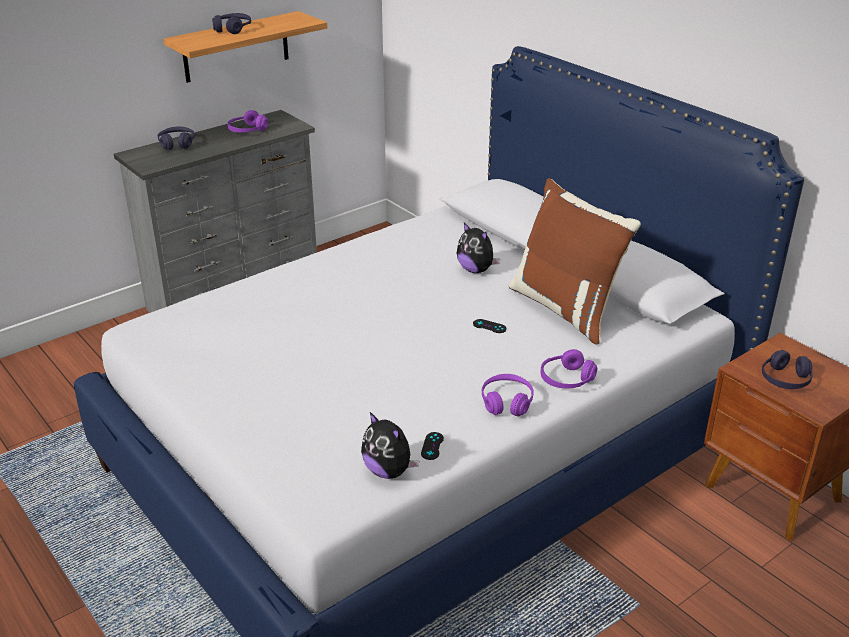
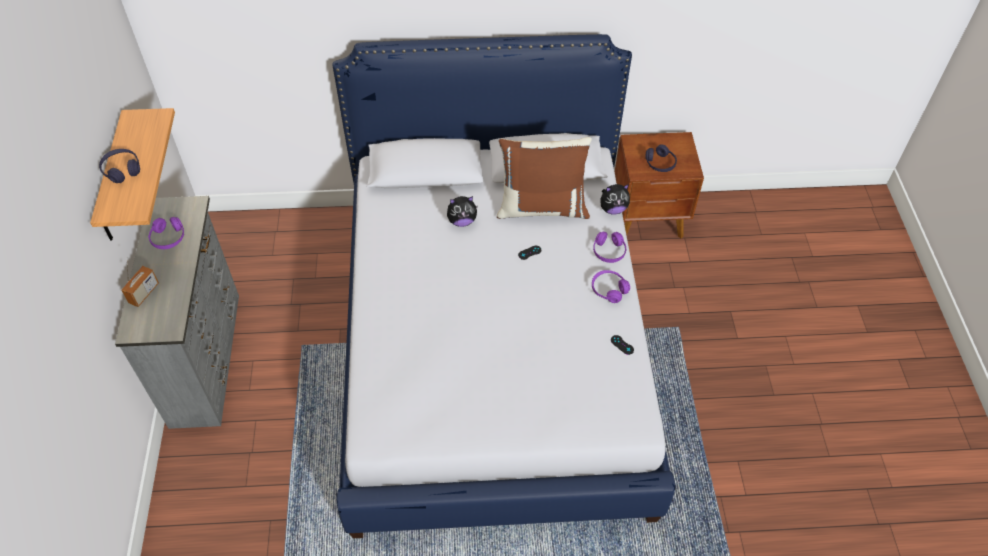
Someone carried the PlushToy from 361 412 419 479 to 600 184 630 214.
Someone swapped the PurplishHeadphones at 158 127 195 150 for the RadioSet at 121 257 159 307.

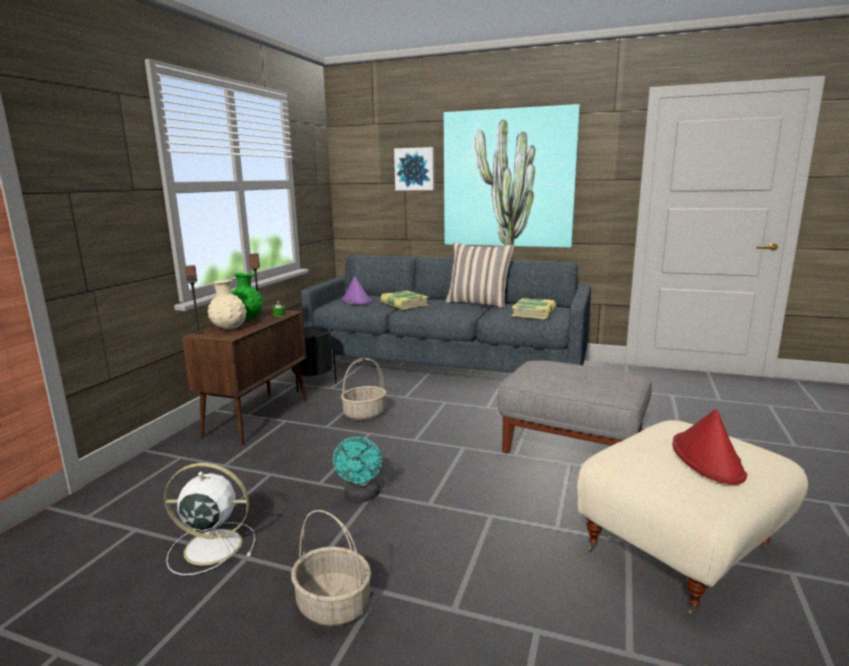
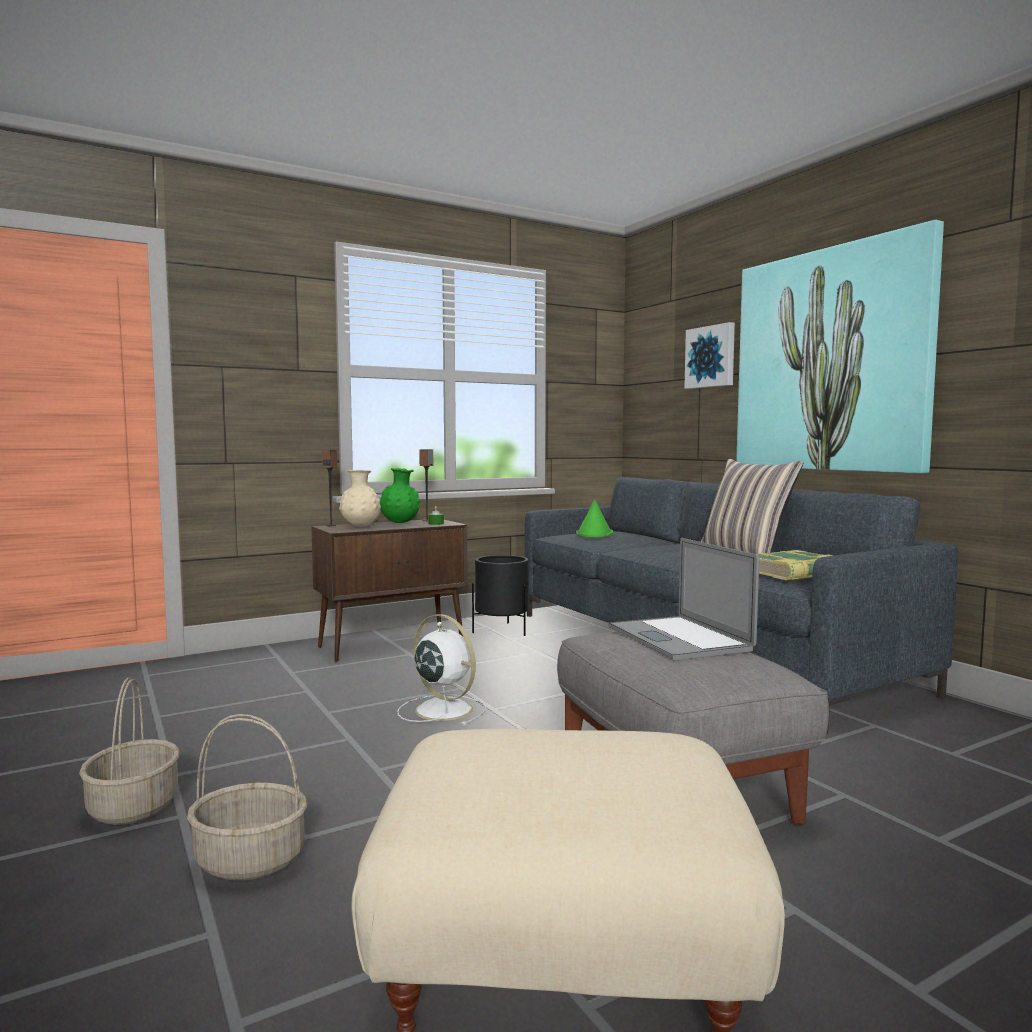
Someone took away the BlueGreenCoolingFan at 333 437 382 501.
Someone took away the Volume at 380 291 429 310.
Someone took away the RedColouredWearableHat at 672 409 747 485.
Someone put down the Laptop at 608 538 759 661.
Someone carried the WhitishCoolingFan from 164 463 255 575 to 397 614 486 726.
Someone carried the HouseholdBasket from 341 358 386 421 to 187 714 307 881.
Someone repainted the PurplishWearableHat at 342 276 372 305, which became the GreenColouredWearableHat at 576 499 613 537.

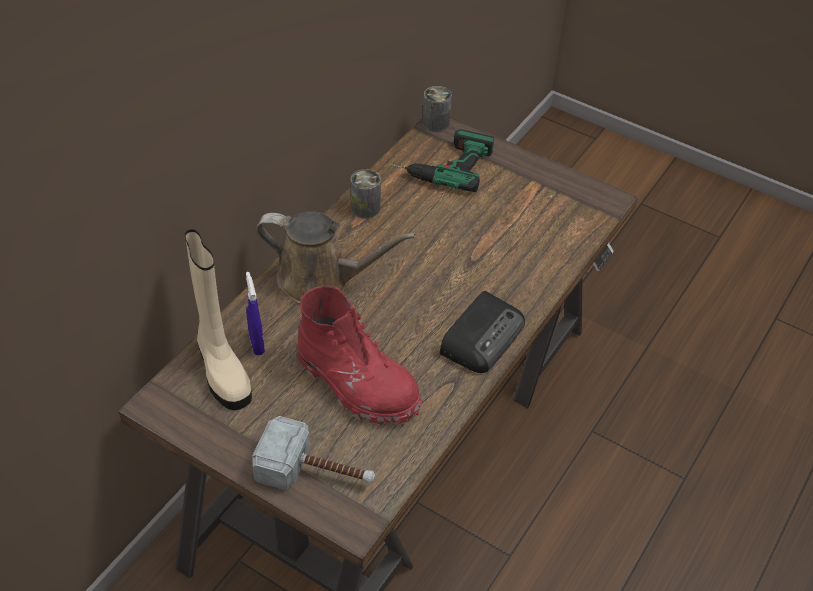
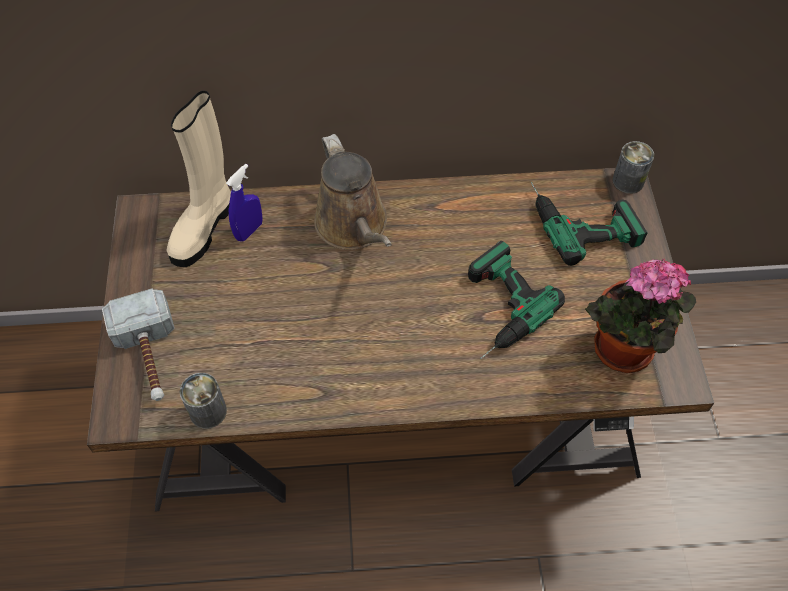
Someone took away the RedColouredBoot at 296 286 422 426.
Someone took away the RadioSet at 440 291 525 373.
Someone put down the PowerDrill at 468 241 565 359.
Someone put down the PottedPlant at 585 258 696 373.
Someone carried the SealedCan from 351 169 381 219 to 180 373 227 429.

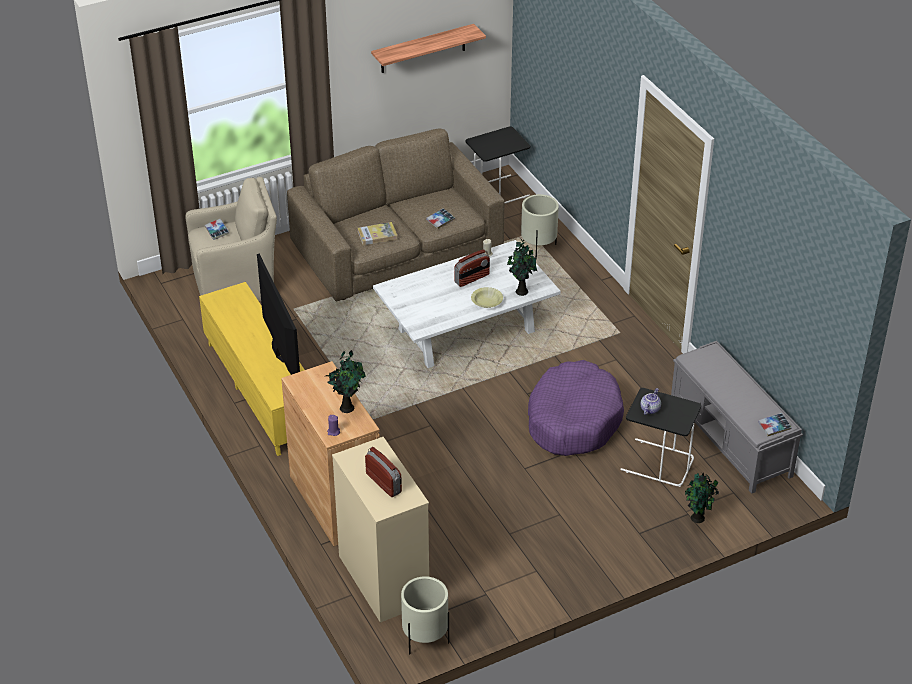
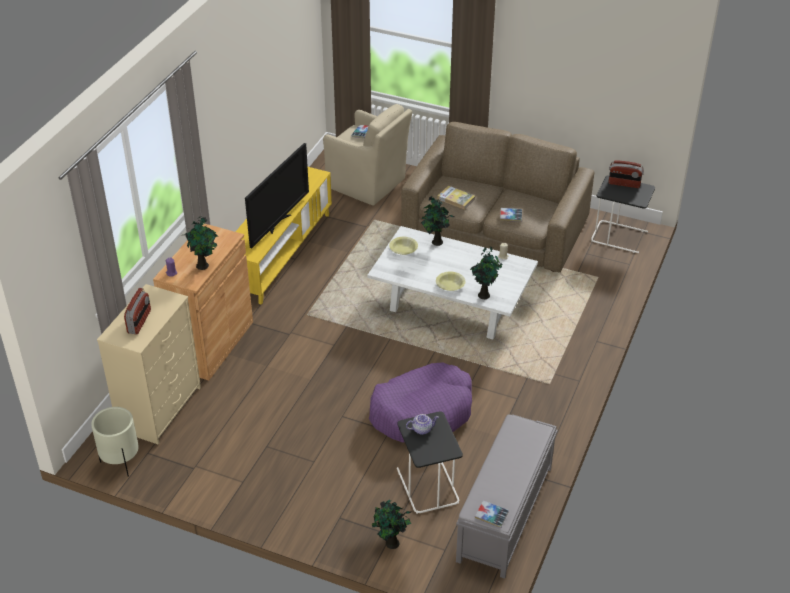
Someone took away the WallShelf at 371 24 486 73.
Someone took away the SandColouredFlowerPot at 521 194 559 259.
Someone put down the YellowishServingBowl at 389 237 418 255.
Someone put down the PottedPlant at 421 196 455 246.
Someone carried the RadioSet from 454 249 490 287 to 609 160 644 188.

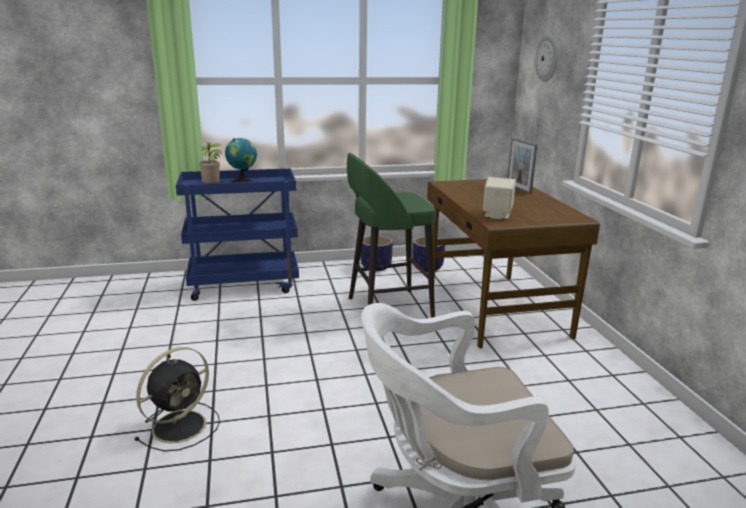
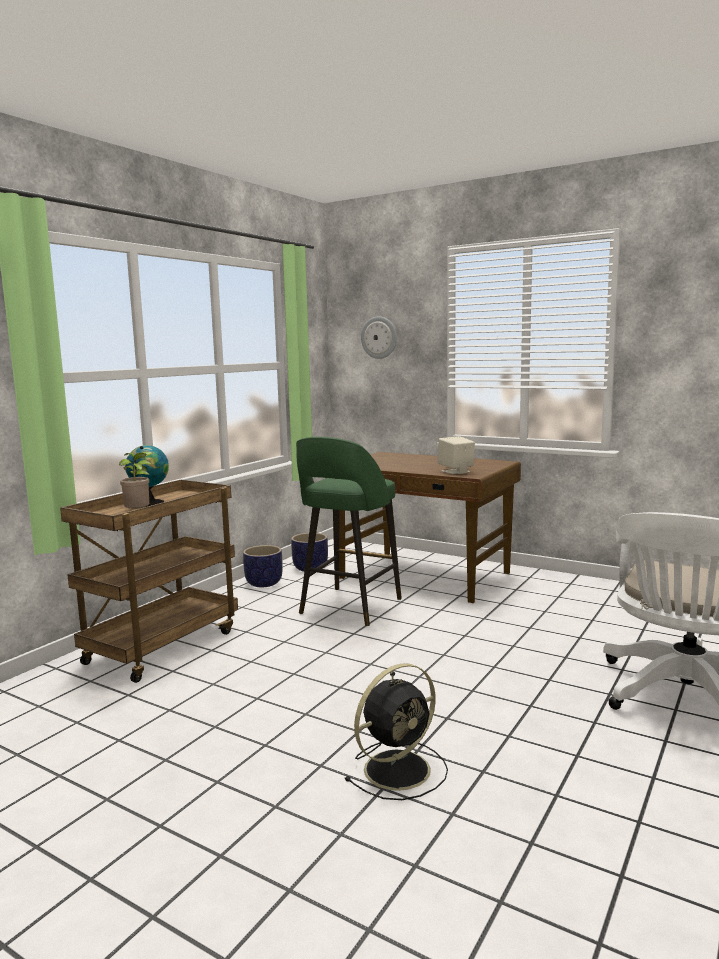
Someone took away the PhotoFrame at 507 137 537 194.
Someone repainted the BluishCart at 176 168 299 301, which became the BrownishCart at 60 480 238 683.
Someone rotated the BlackishCoolingFan at 134 347 220 451 by 60 degrees clockwise.

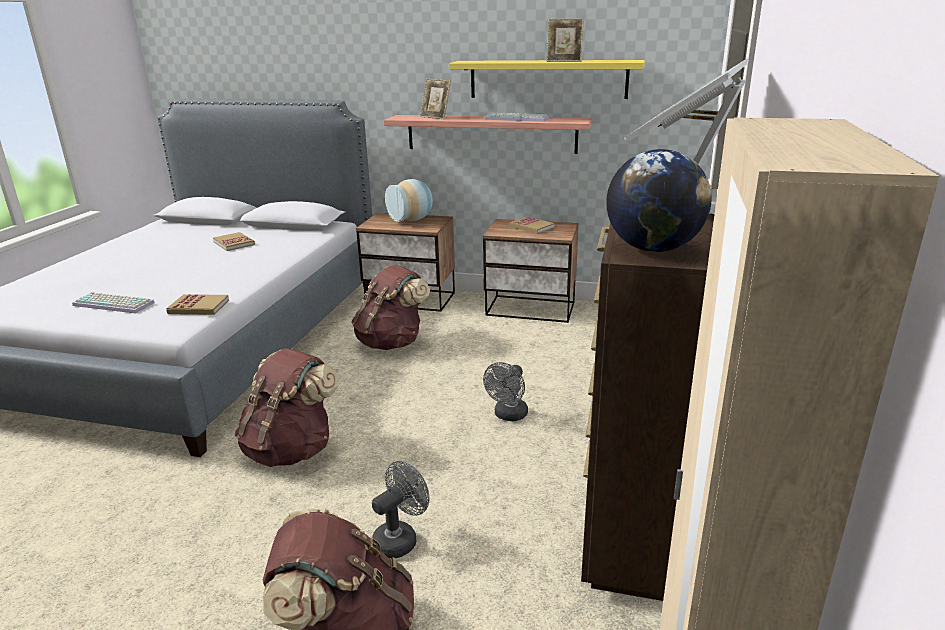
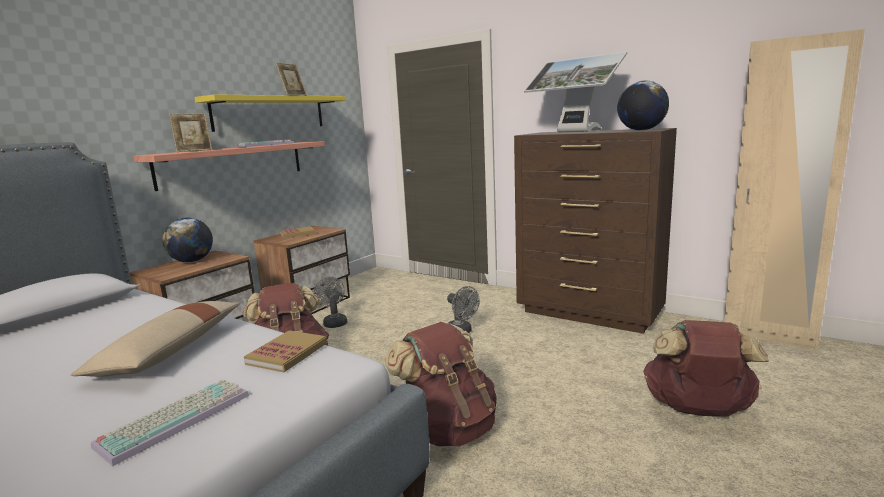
Someone took away the Volume at 213 232 255 251.
Someone put down the SandColouredThrowPillow at 71 301 240 377.
Someone carried the GreyCoolingFan from 372 461 429 559 to 314 277 347 328.
Someone swapped the DecorativeVase at 385 179 433 222 for the DeskGlobe at 162 218 213 263.

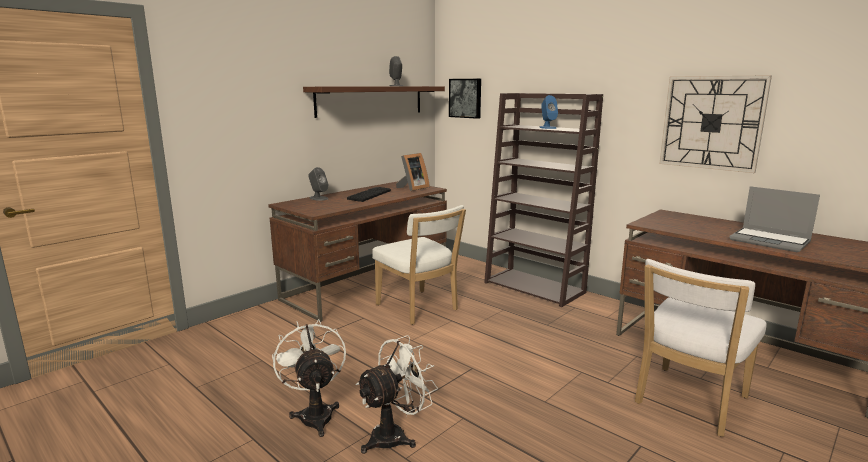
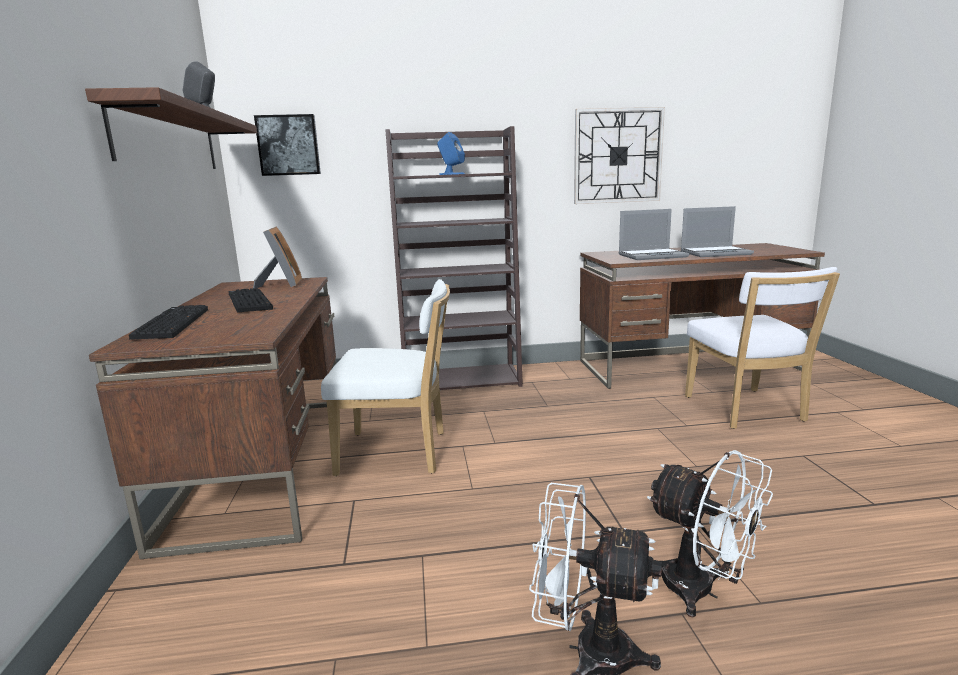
Someone put down the Laptop at 619 209 689 260.
Someone swapped the GreySpeaker at 308 167 328 201 for the Keyboard at 129 305 208 340.
Someone rotated the WhitishCoolingFan at 356 335 438 454 by 135 degrees clockwise.

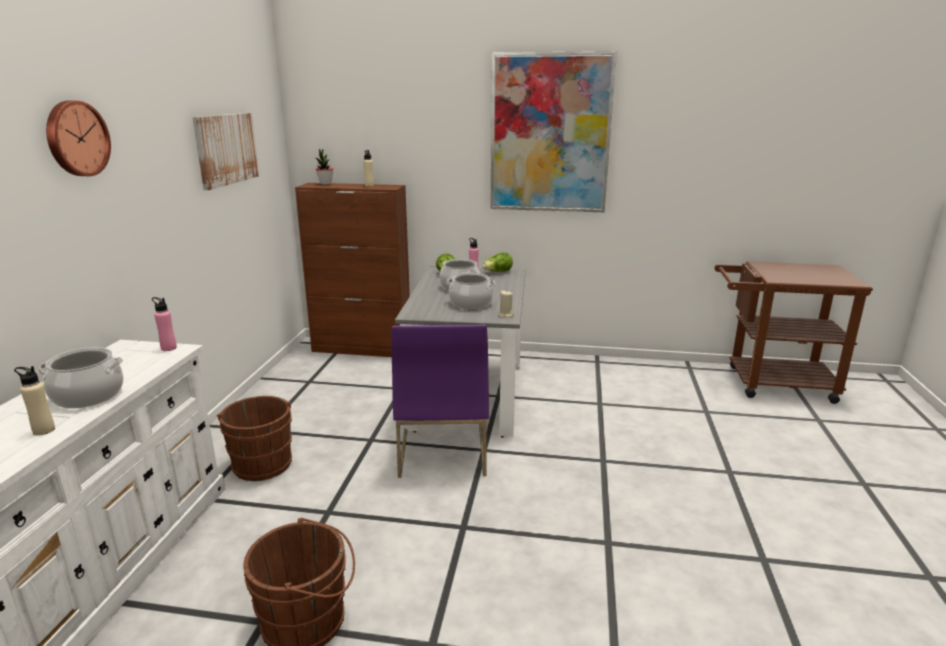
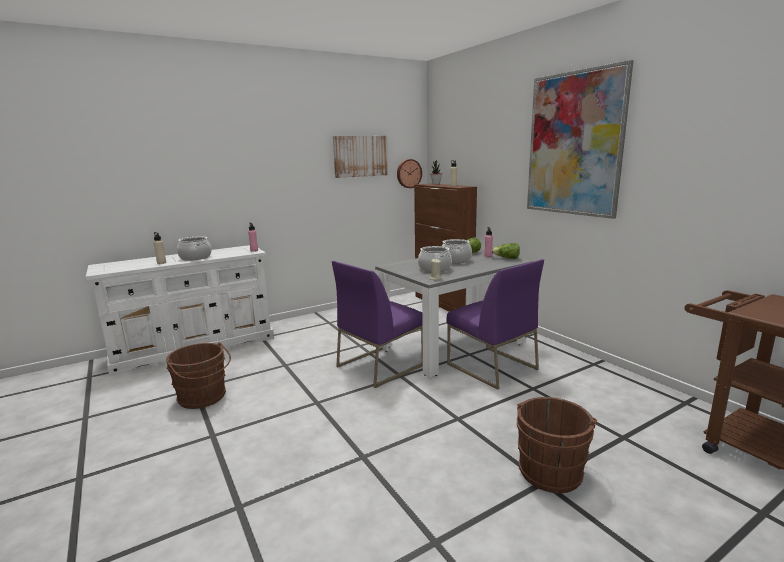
Someone put down the PurplishUprightChair at 447 259 544 389.
Someone carried the HangingClock from 46 100 111 176 to 397 159 422 188.
Someone carried the BrownishWaterBucket from 217 396 292 481 to 517 397 597 493.

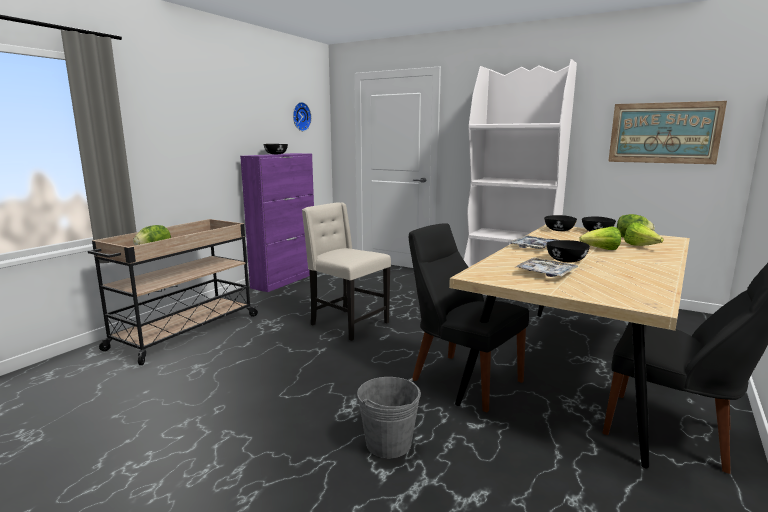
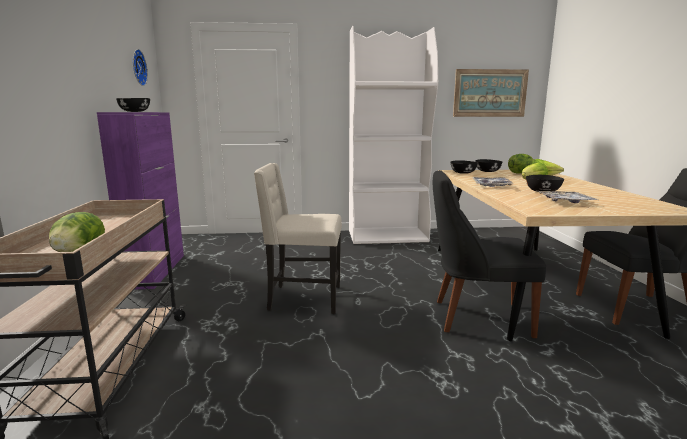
Someone took away the GreyWaterBucket at 357 377 421 458.

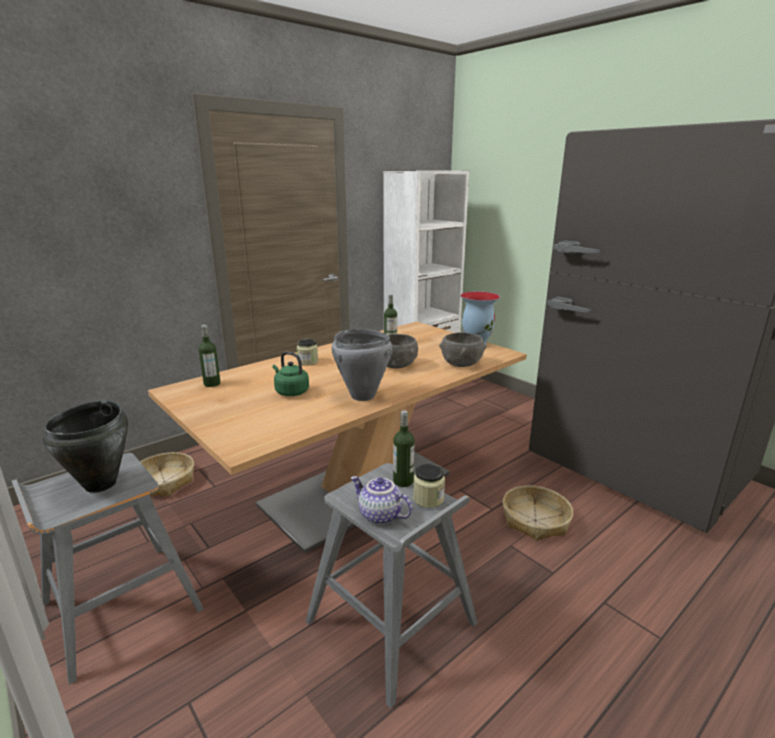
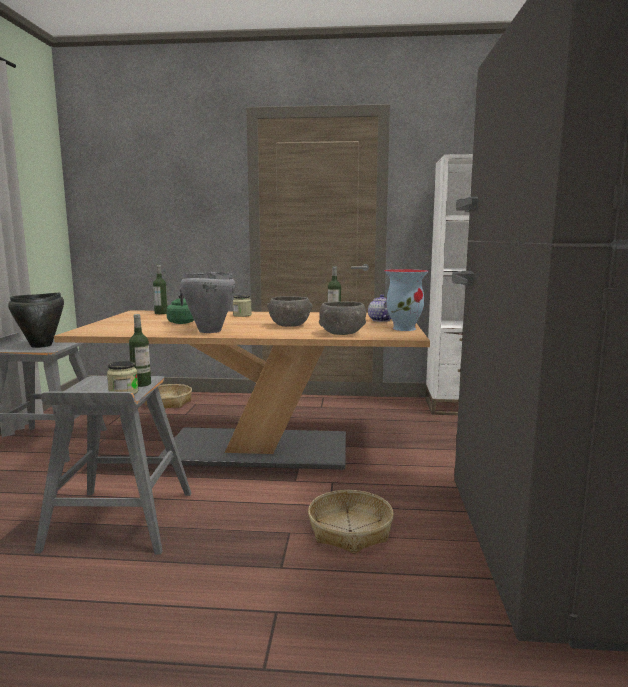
Someone carried the TeaPot from 351 476 412 525 to 368 294 391 322.

